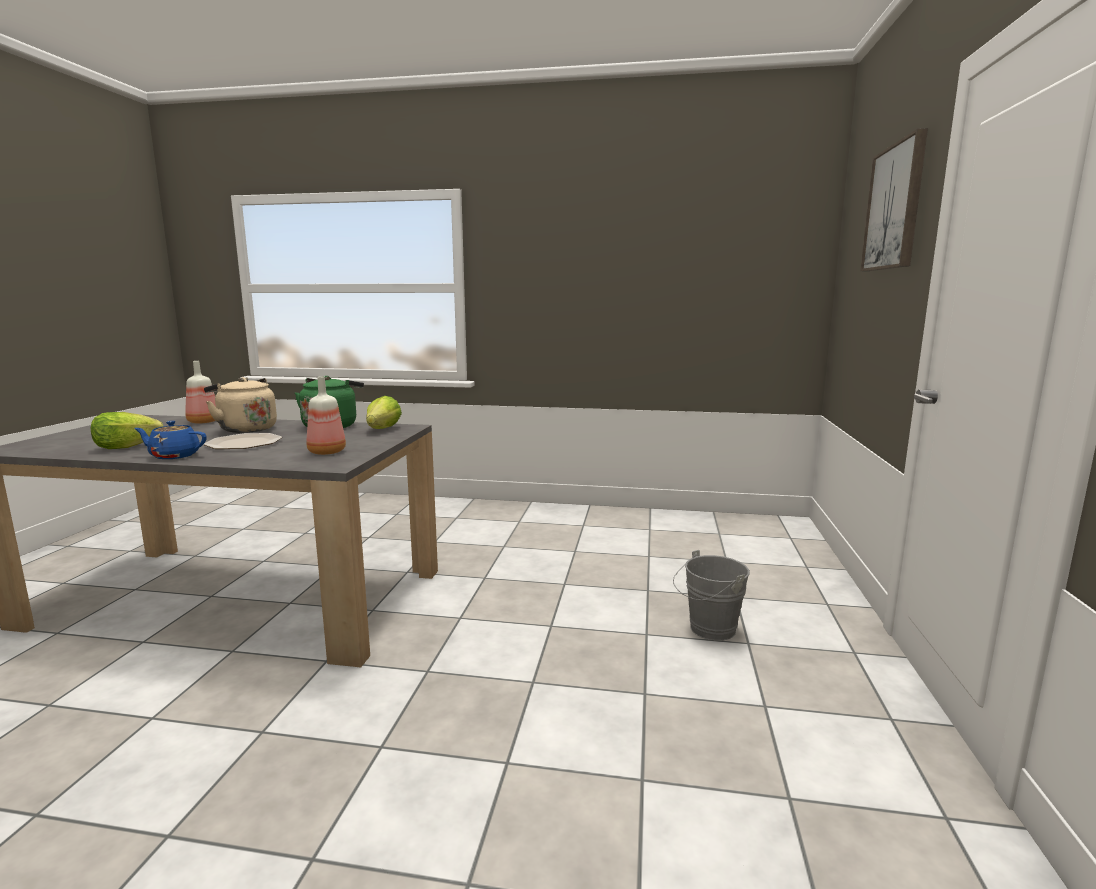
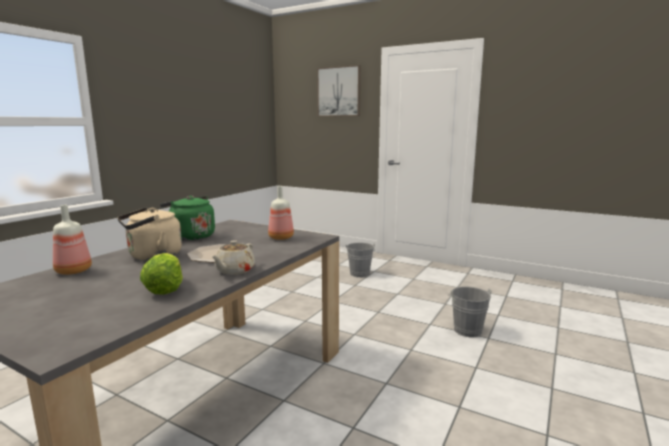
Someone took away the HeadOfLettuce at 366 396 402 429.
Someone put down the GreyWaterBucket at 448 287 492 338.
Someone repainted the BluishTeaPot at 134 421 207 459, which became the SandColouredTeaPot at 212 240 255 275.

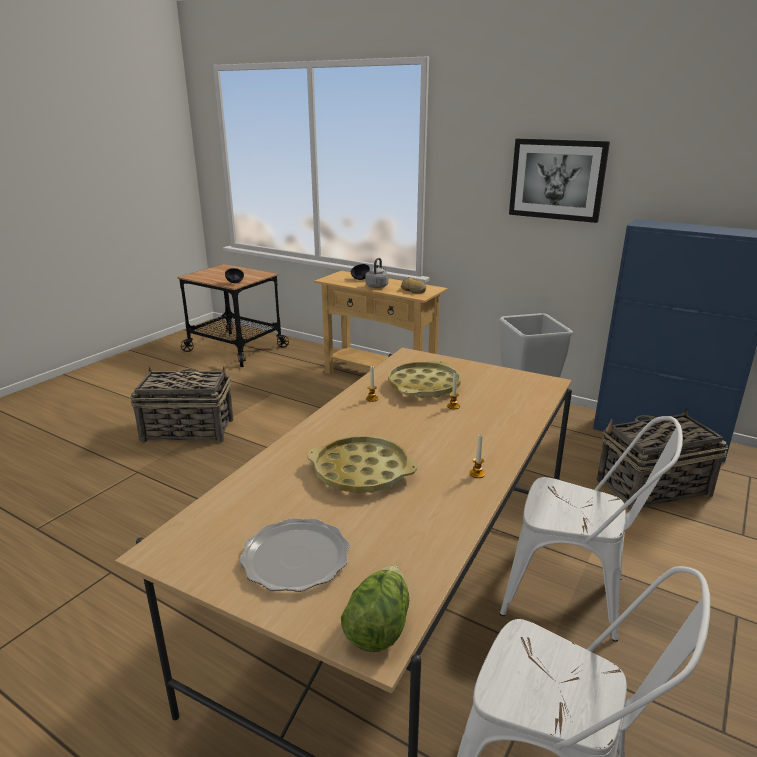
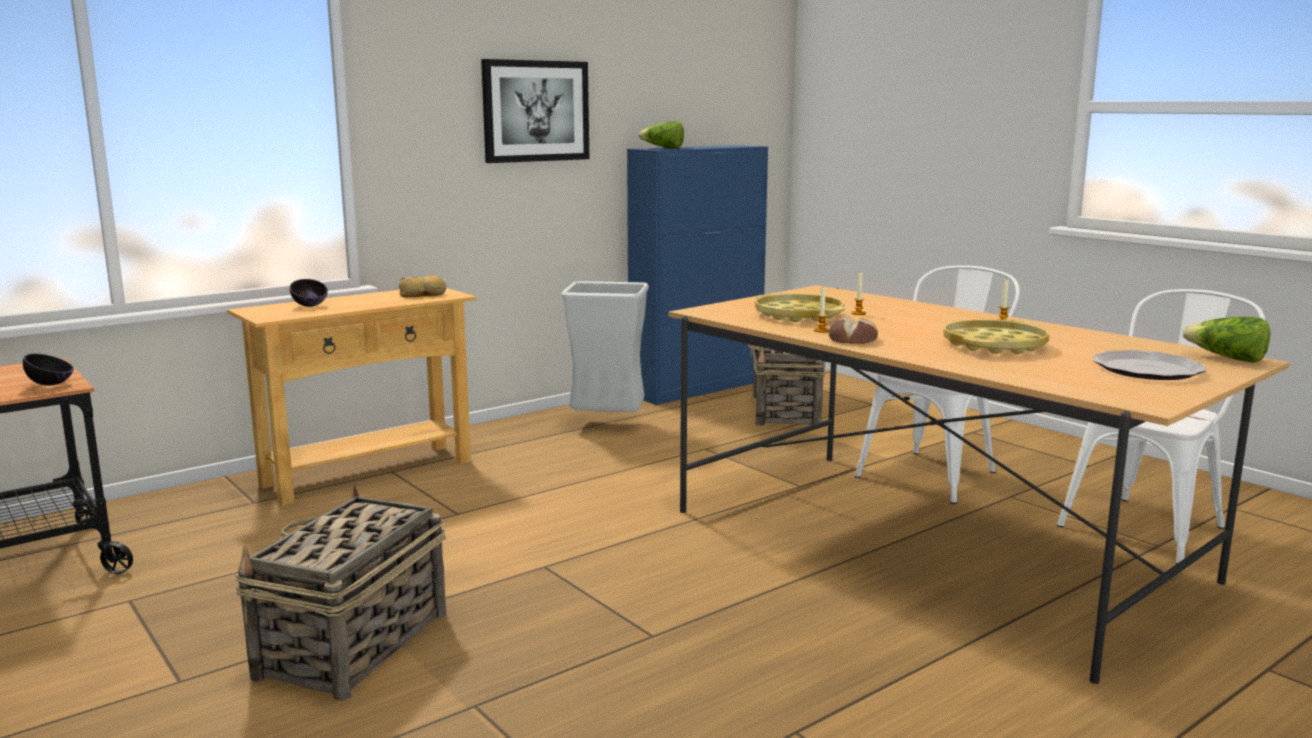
Someone took away the GreyTeaKettle at 365 258 388 288.
Someone put down the HeadOfLettuce at 639 121 684 148.
Someone put down the BakeryBread at 829 316 878 344.

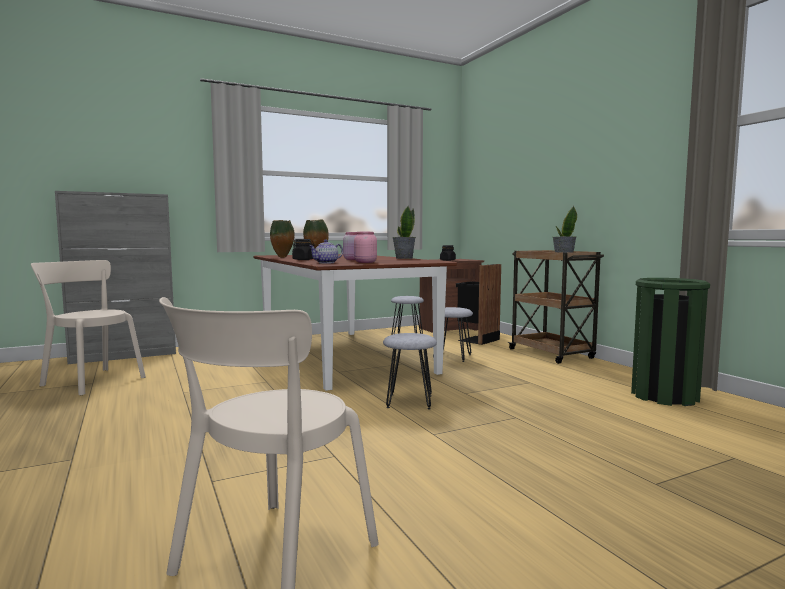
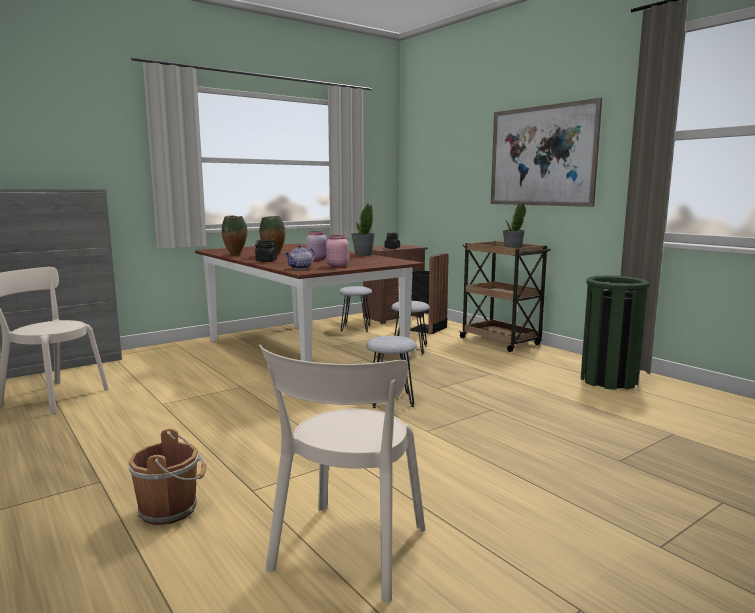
Someone put down the BrownishWaterBucket at 129 428 206 525.
Someone put up the WallArt at 491 98 602 207.

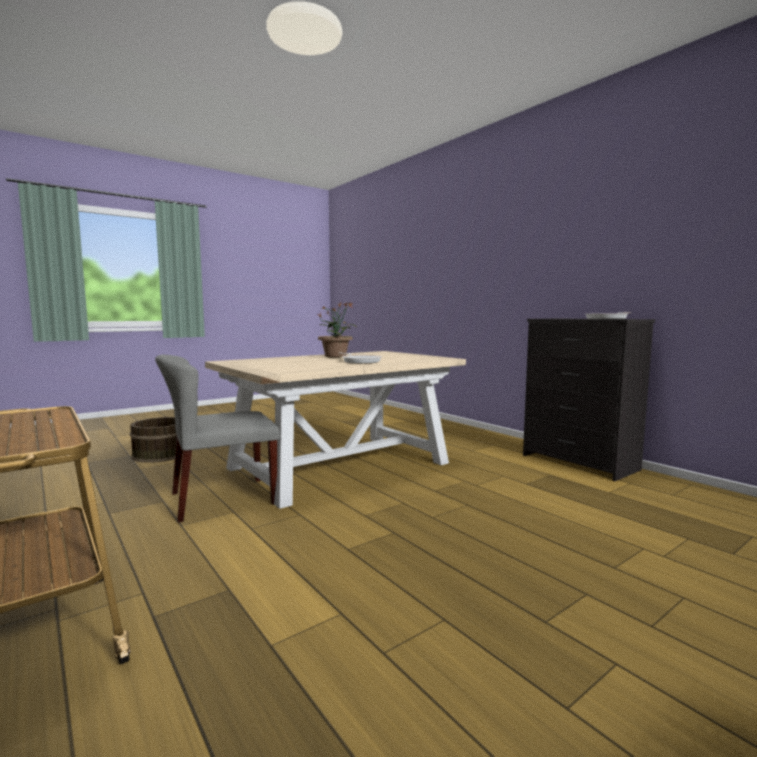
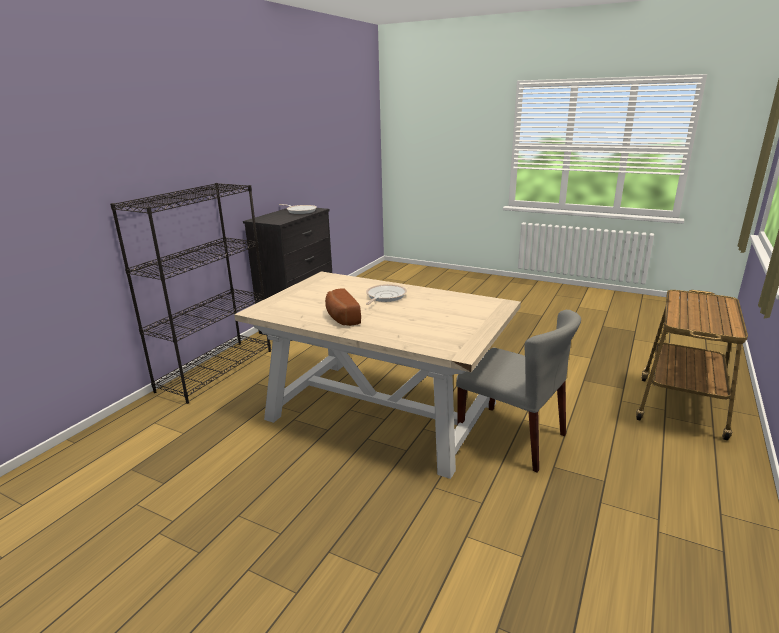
Someone took away the BrownishWaterBucket at 130 417 183 463.
Someone put down the BlackishBookshelf at 110 183 271 404.
Someone swapped the PottedPlant at 318 303 357 357 for the BakeryBread at 325 288 361 326.

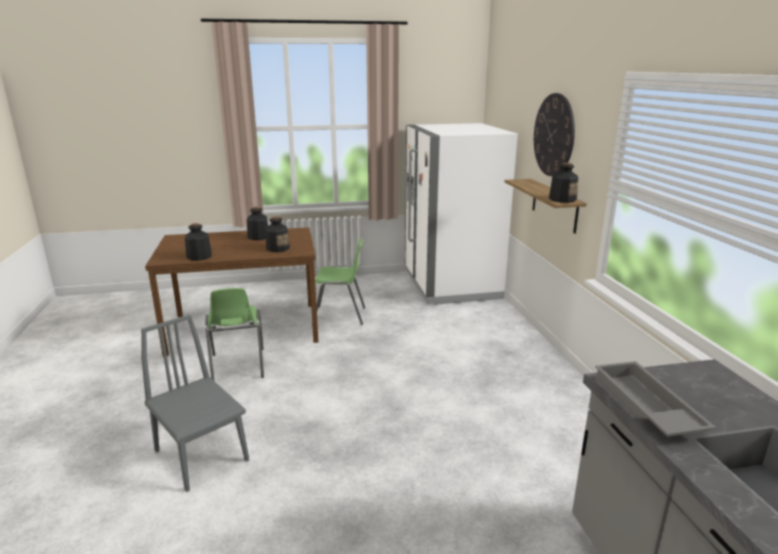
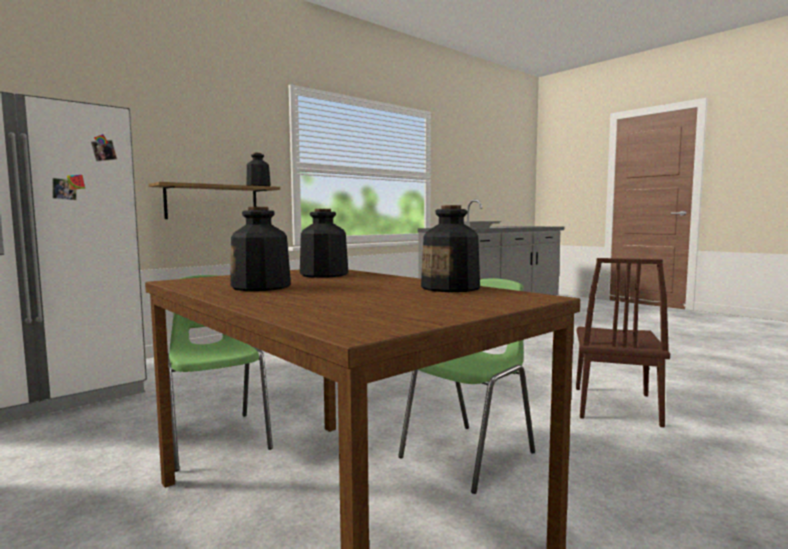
Someone took away the HangingClock at 534 93 575 176.
Someone repainted the GreyUprightChair at 141 315 249 492, which became the BrownishUprightChair at 576 258 670 427.

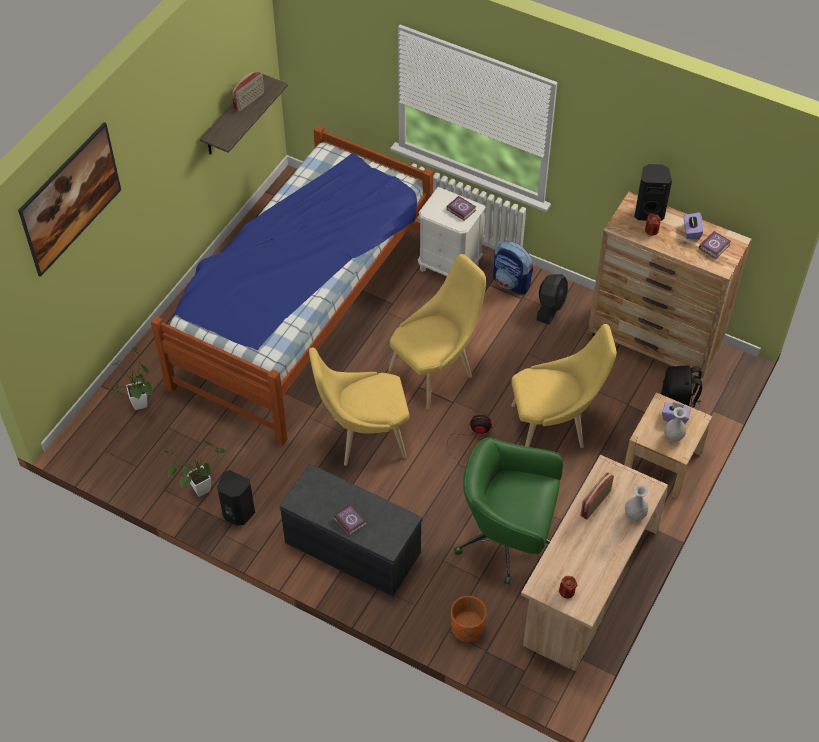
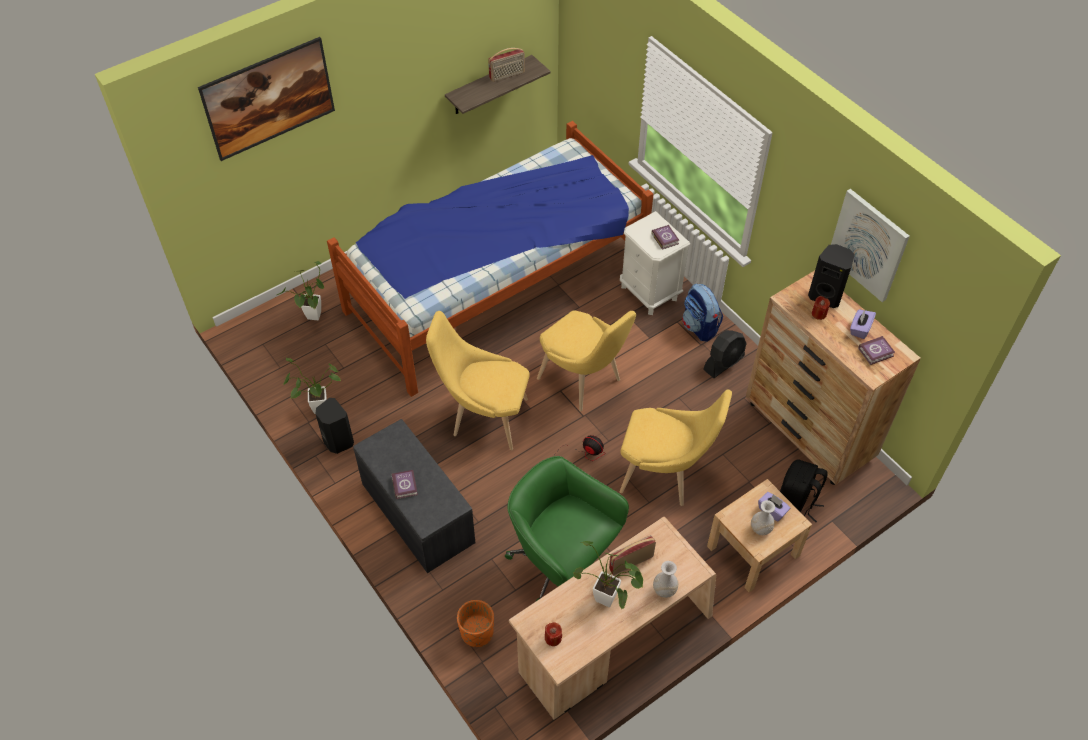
Someone put down the PottedPlant at 573 541 643 609.
Someone put up the WallArt at 831 189 910 302.
Someone rotated the YellowishUprightChair at 388 254 486 409 by 60 degrees clockwise.

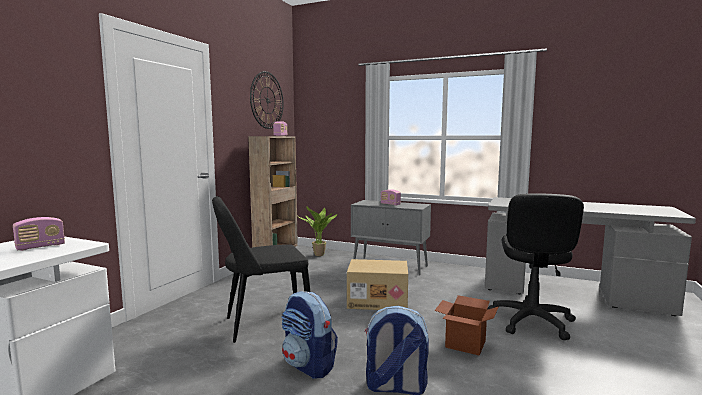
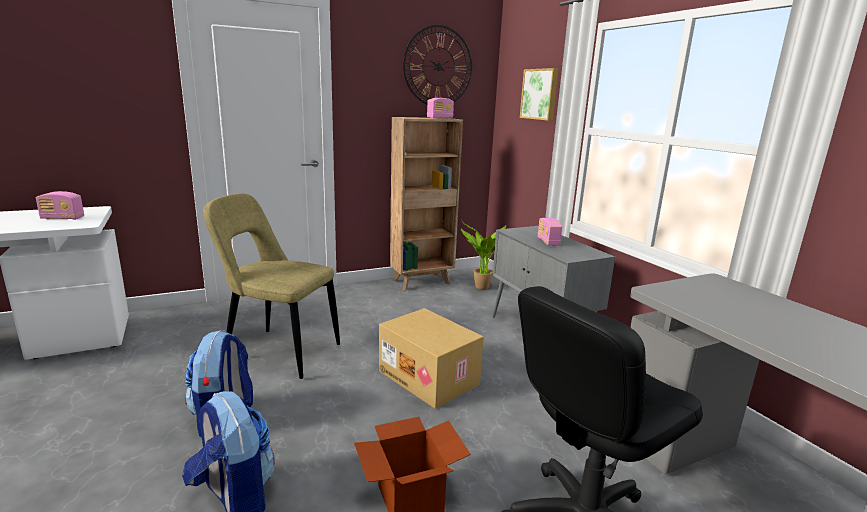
Someone put up the WallArt at 520 68 558 121.
Someone repainted the BlackishUprightChair at 212 196 310 343, which became the SandColouredUprightChair at 203 193 340 379.

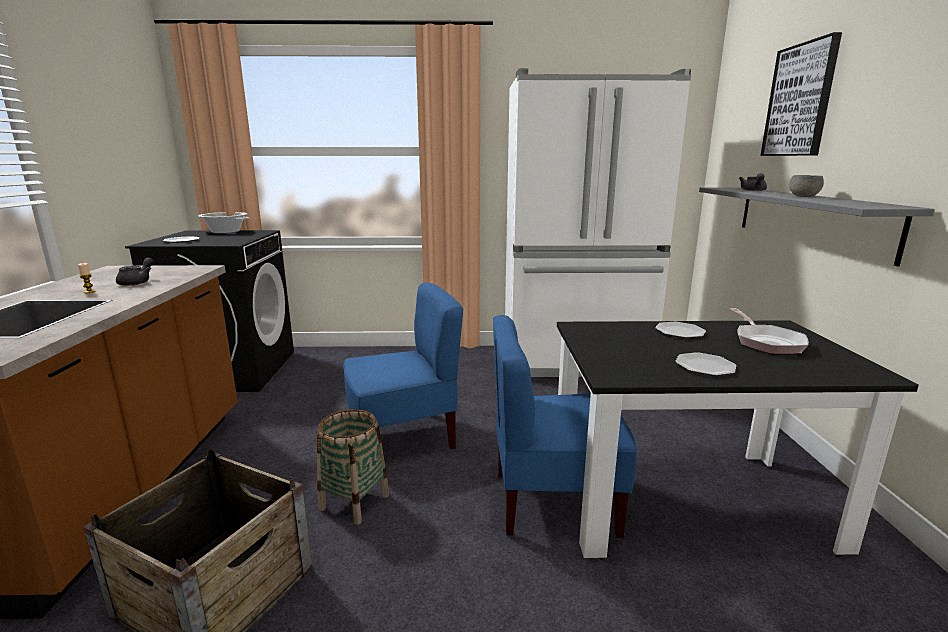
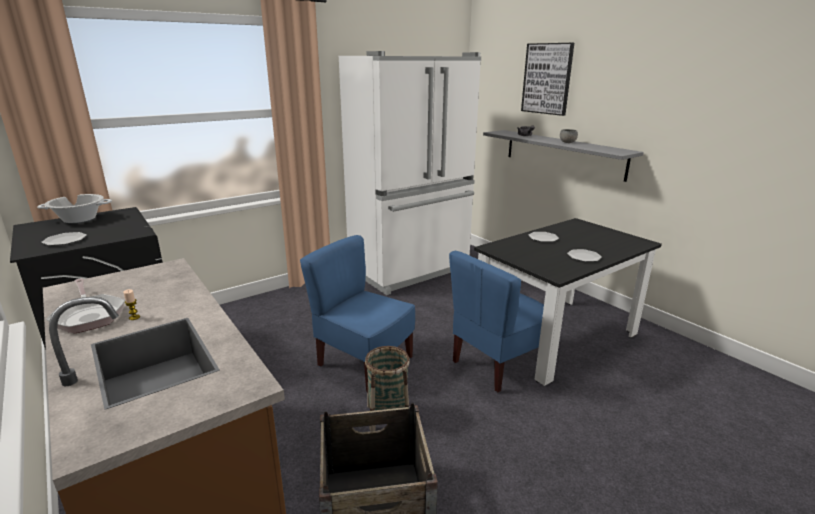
Someone took away the GreyTeaPot at 116 258 153 286.
Someone carried the FryingPan from 730 308 809 354 to 46 278 125 333.
Someone rotated the BluishUprightChair at 343 283 463 450 by 90 degrees counterclockwise.

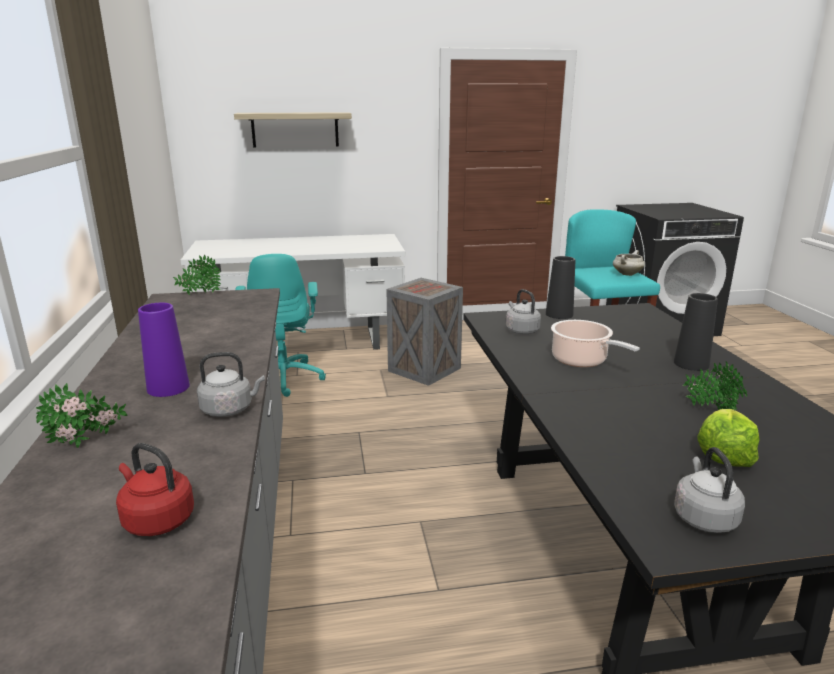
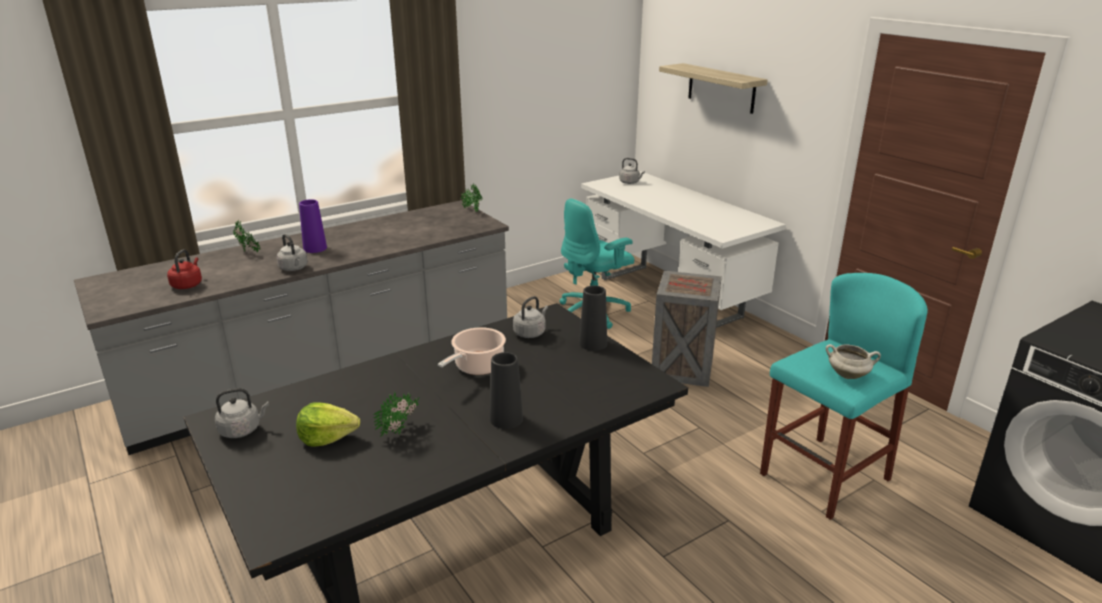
Someone put down the GreyTeaKettle at 619 158 645 184.

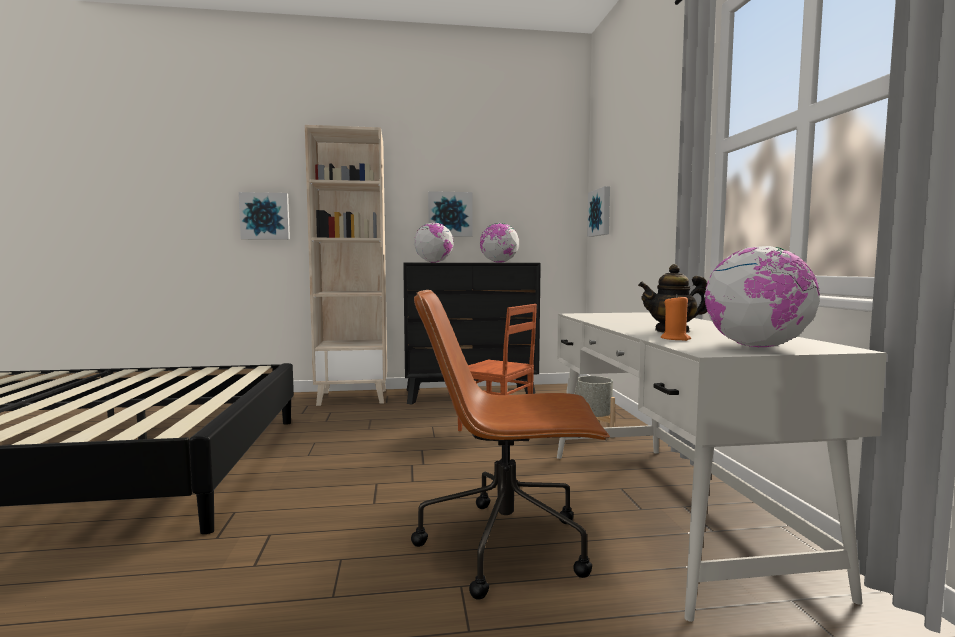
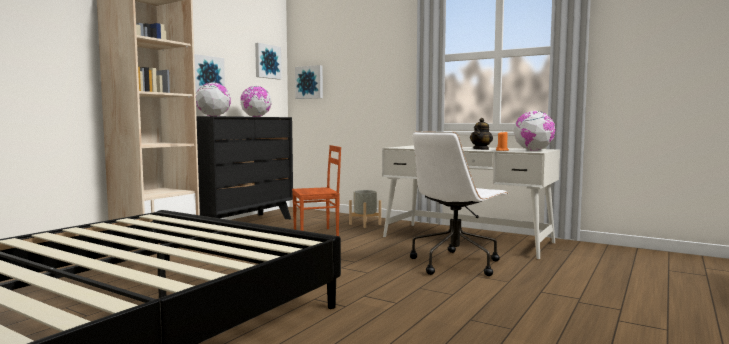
Someone carried the WallArt from 239 192 290 240 to 255 43 282 80.
Someone repainted the BrownishDeskChair at 411 290 610 600, which became the WhitishDeskChair at 410 131 508 276.

